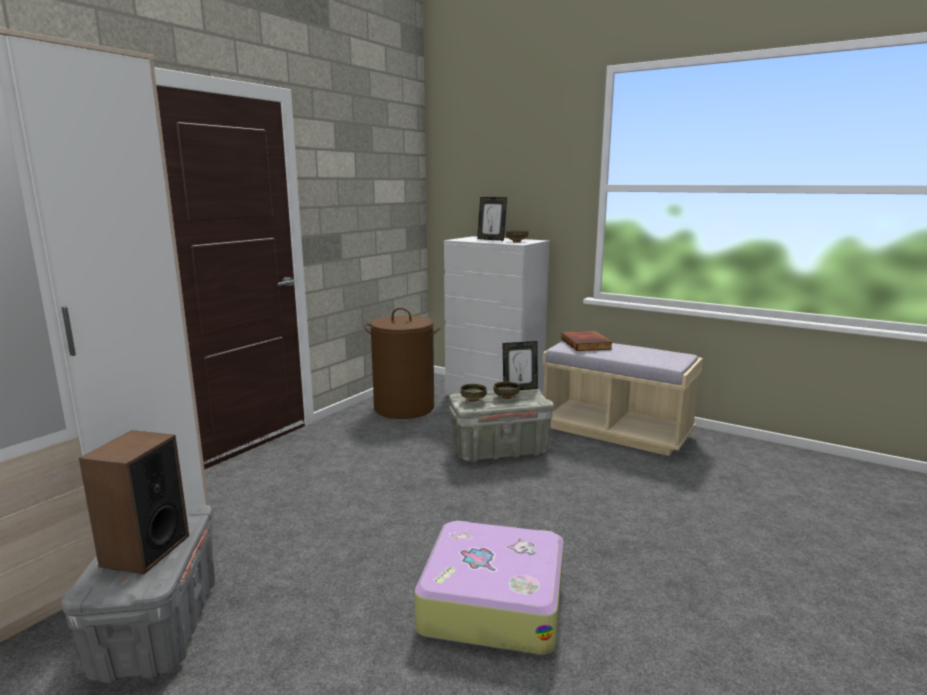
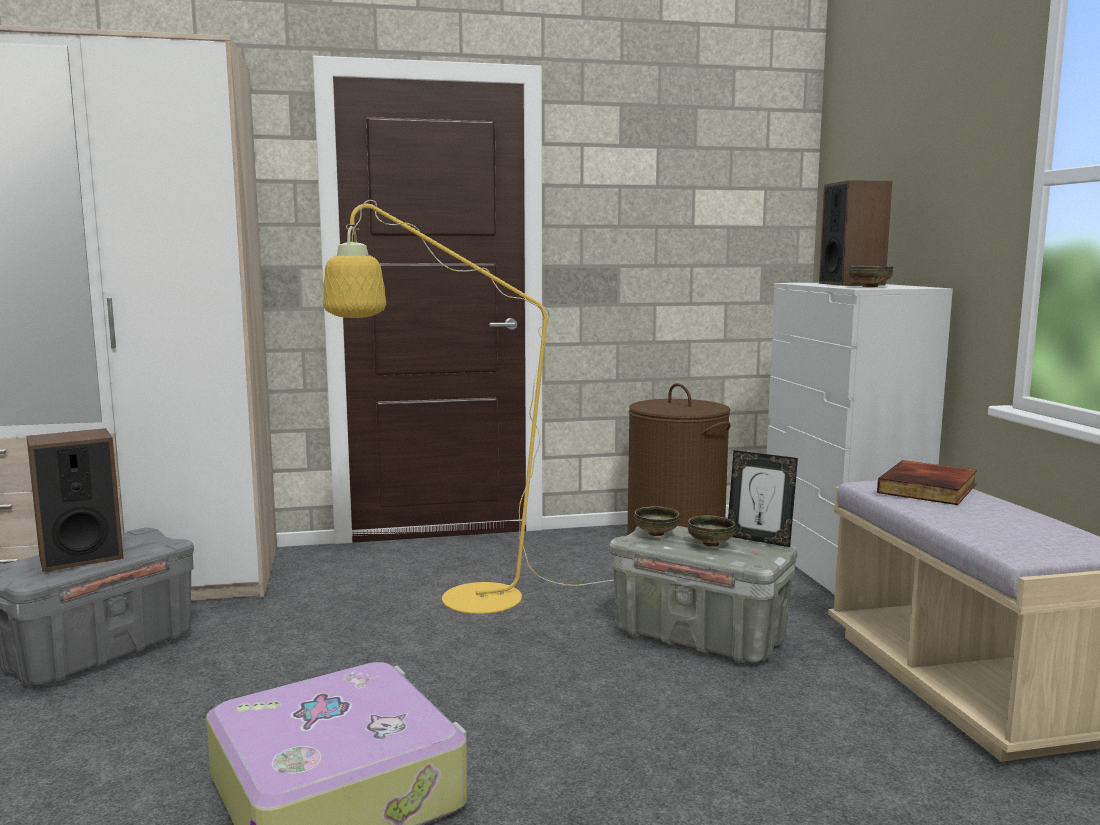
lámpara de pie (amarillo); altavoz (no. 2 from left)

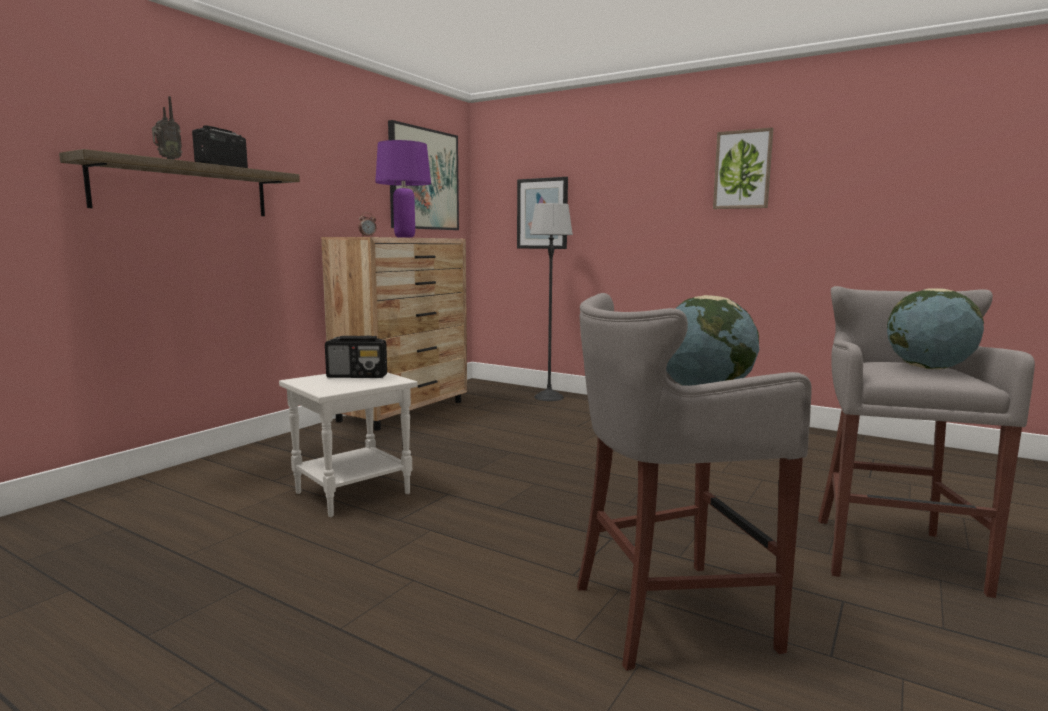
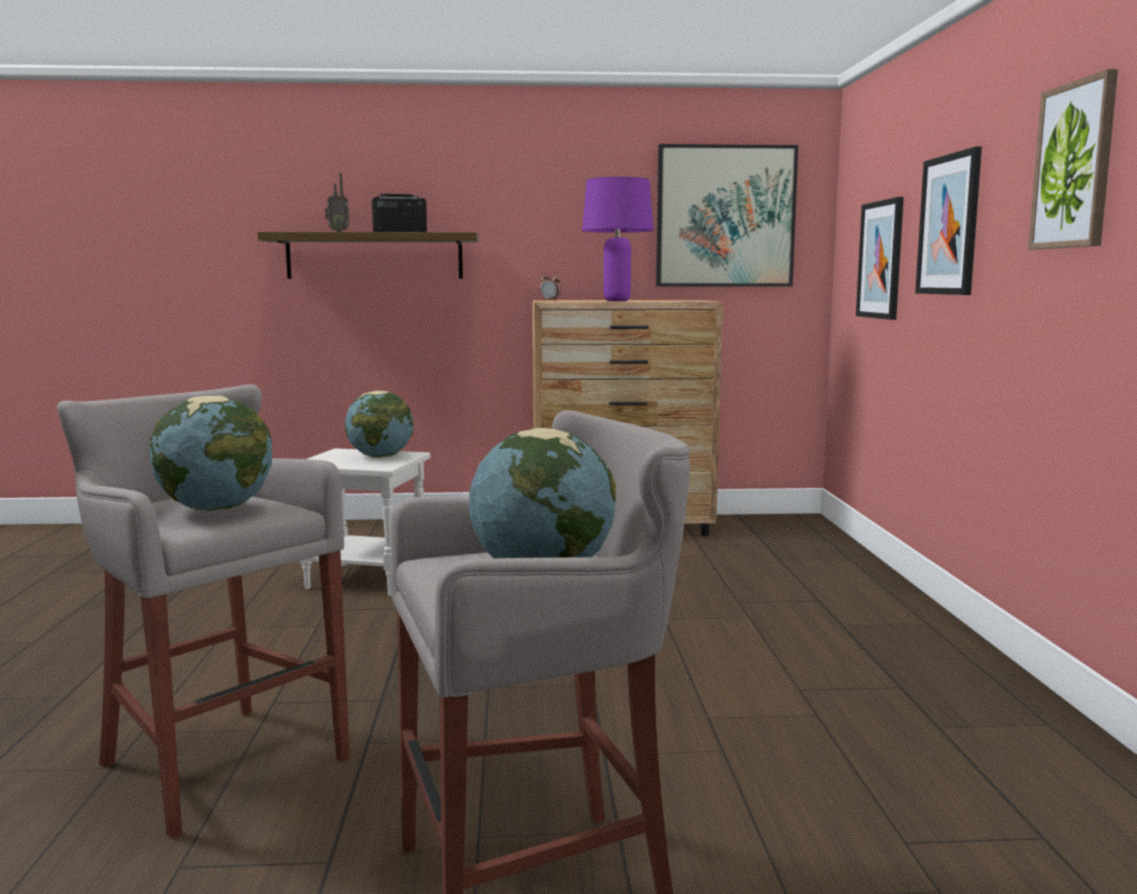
lámpara de pie; cuadro (no. 3 from left); globo terráqueo (no. 2 from left)

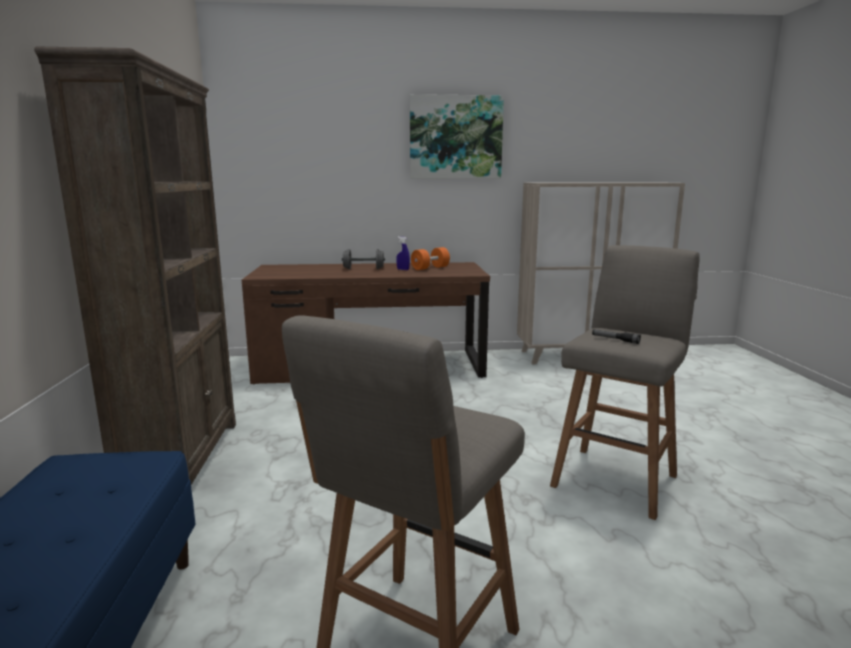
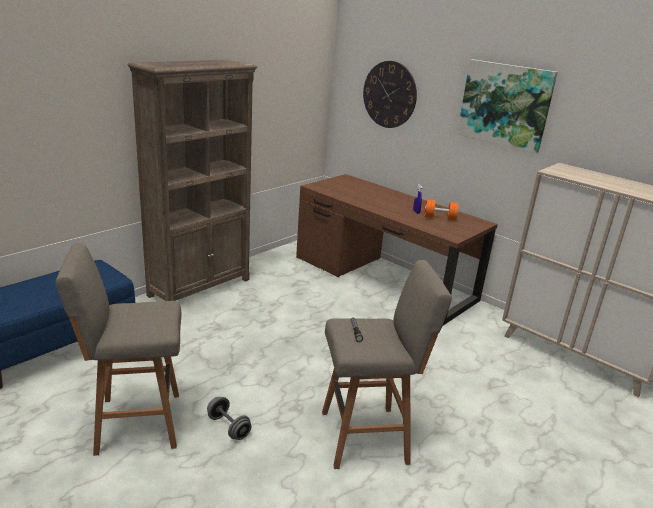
reloj de pared; mancuerna (gris)

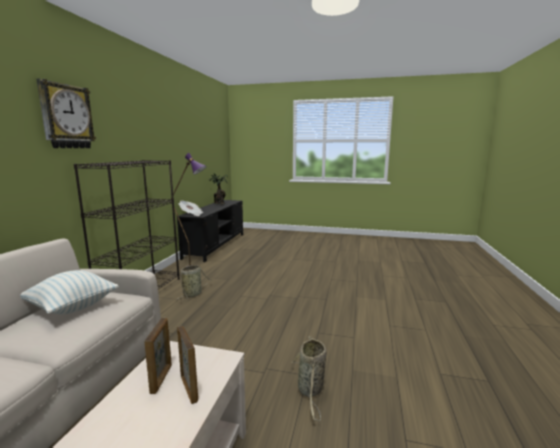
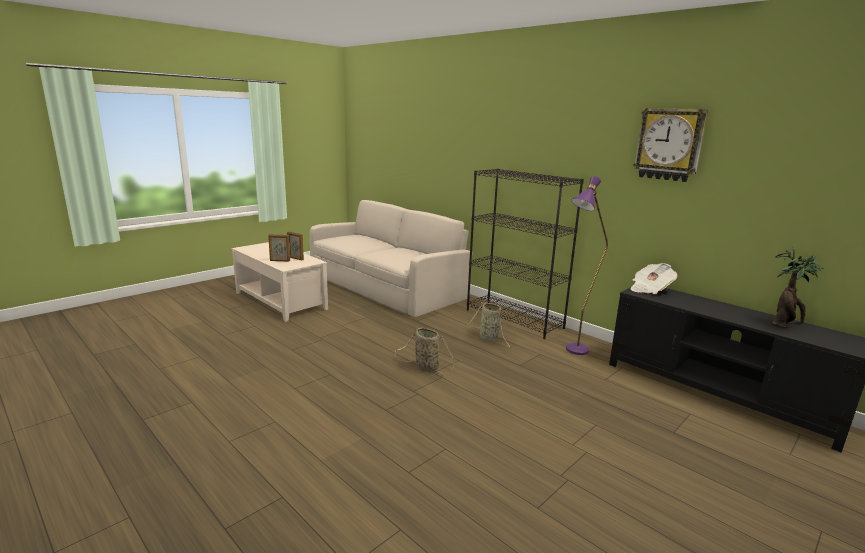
cojín; reloj de pared; cesta (no. 1 from left)

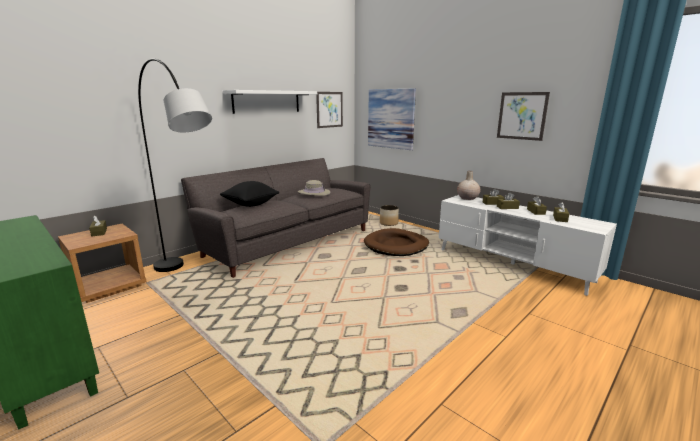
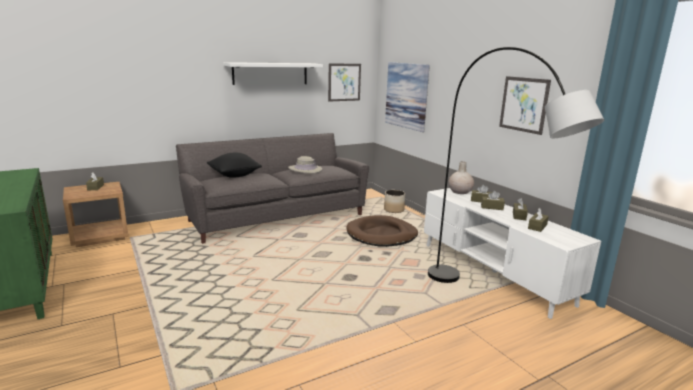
lámpara de pie (gris)

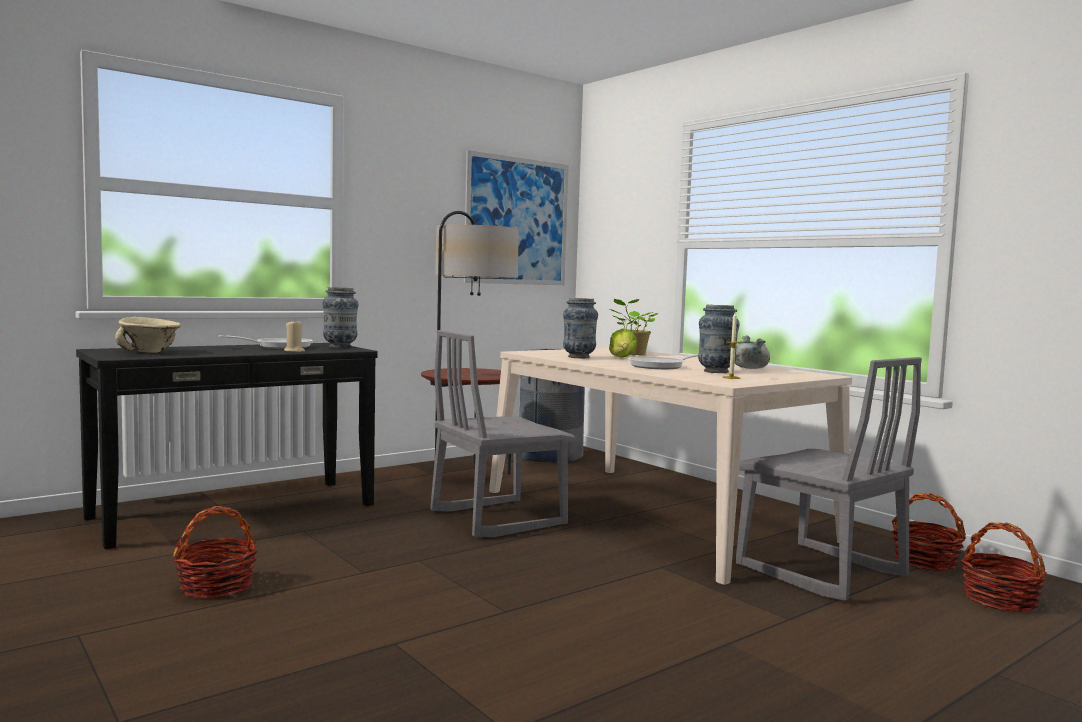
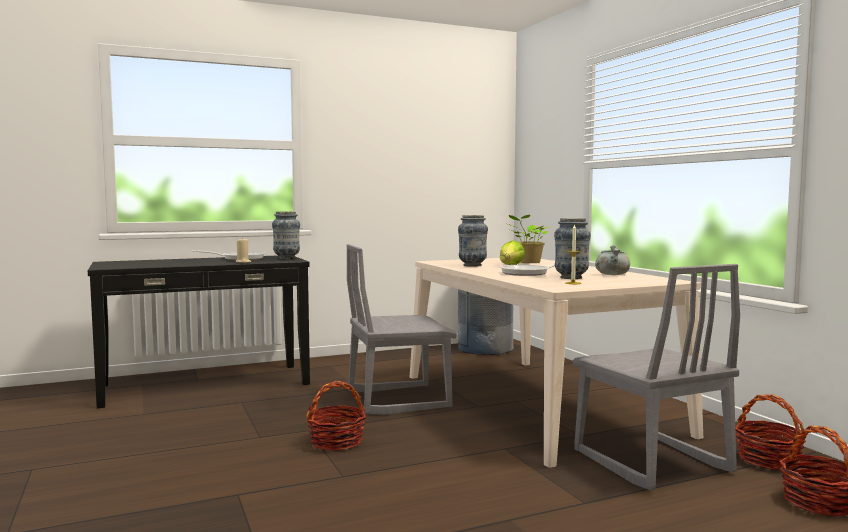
cuenco (beis); lámpara de pie; cuadro; cesta (no. 1 from left)

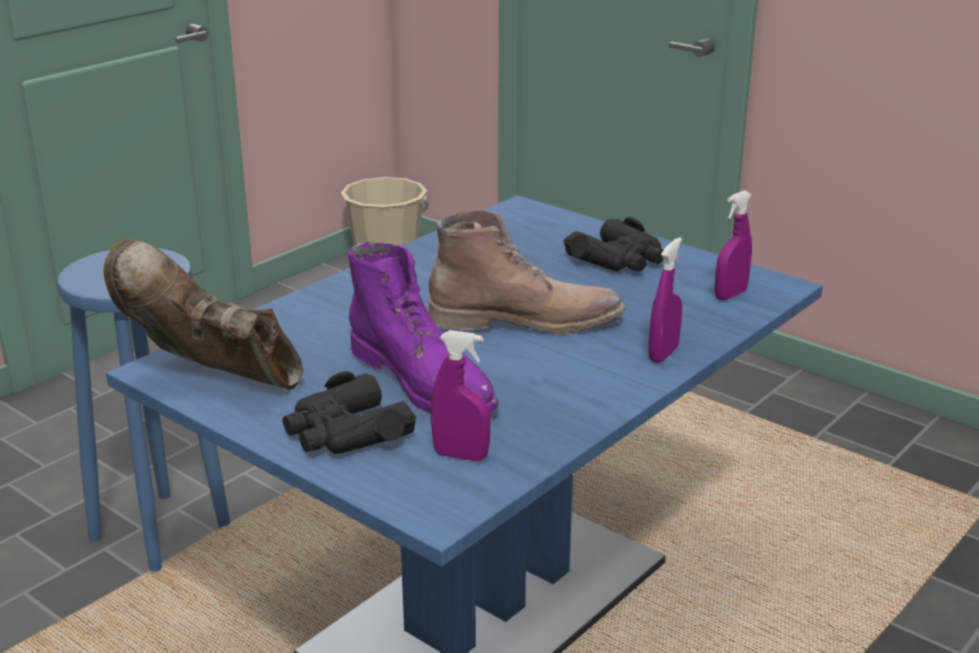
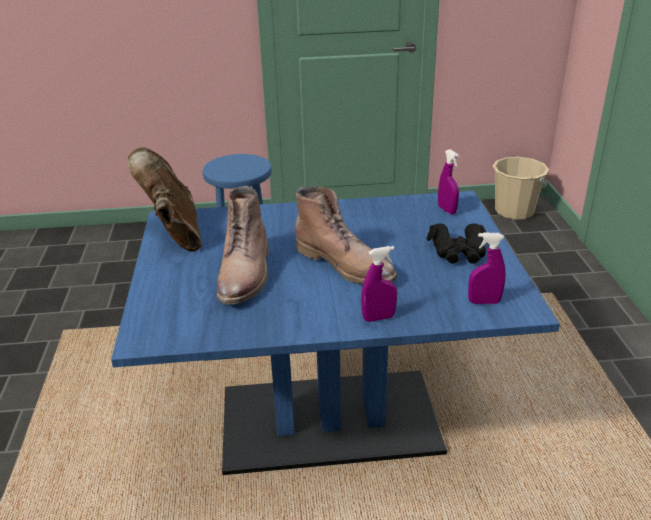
prismáticos (negro) (no. 1 from left in the first image); pulverizador (morado) (no. 2 from left); bota (marrón) (no. 2 from left)

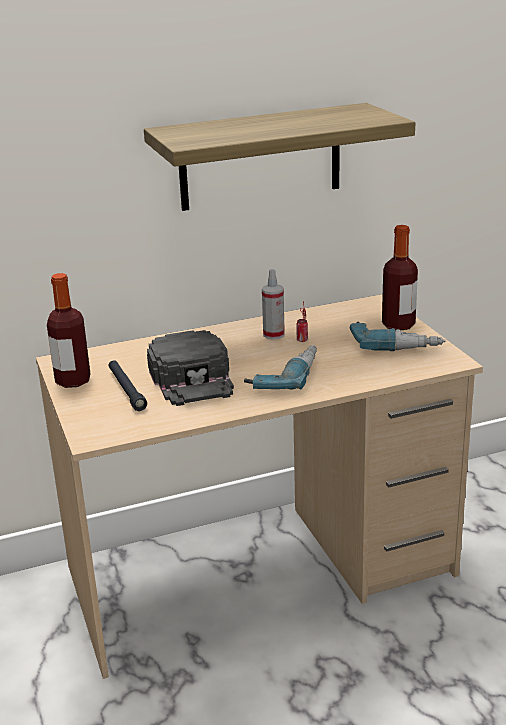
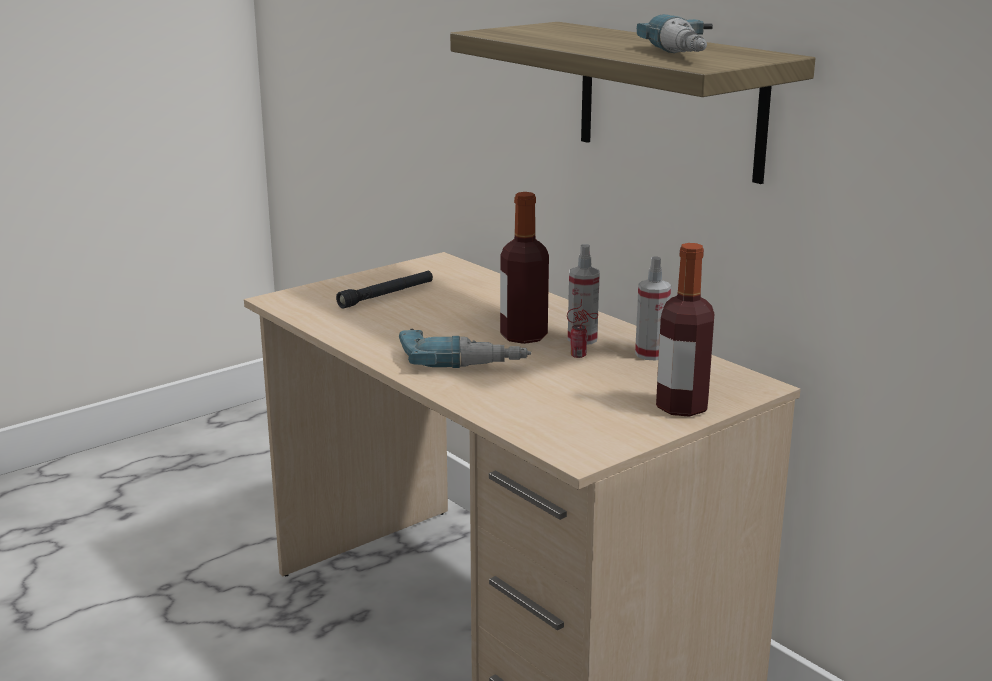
gorra (negro); pulverizador (no. 2 from left); botella (no. 1 from left); taladro (no. 2 from left)

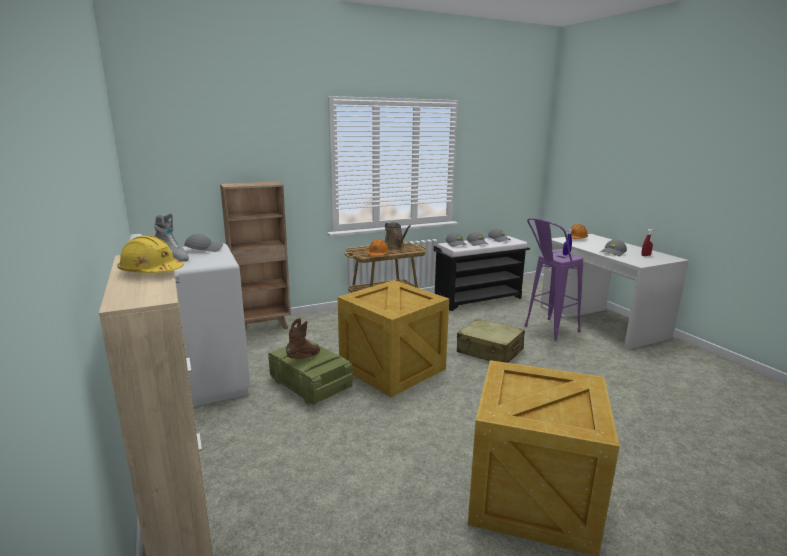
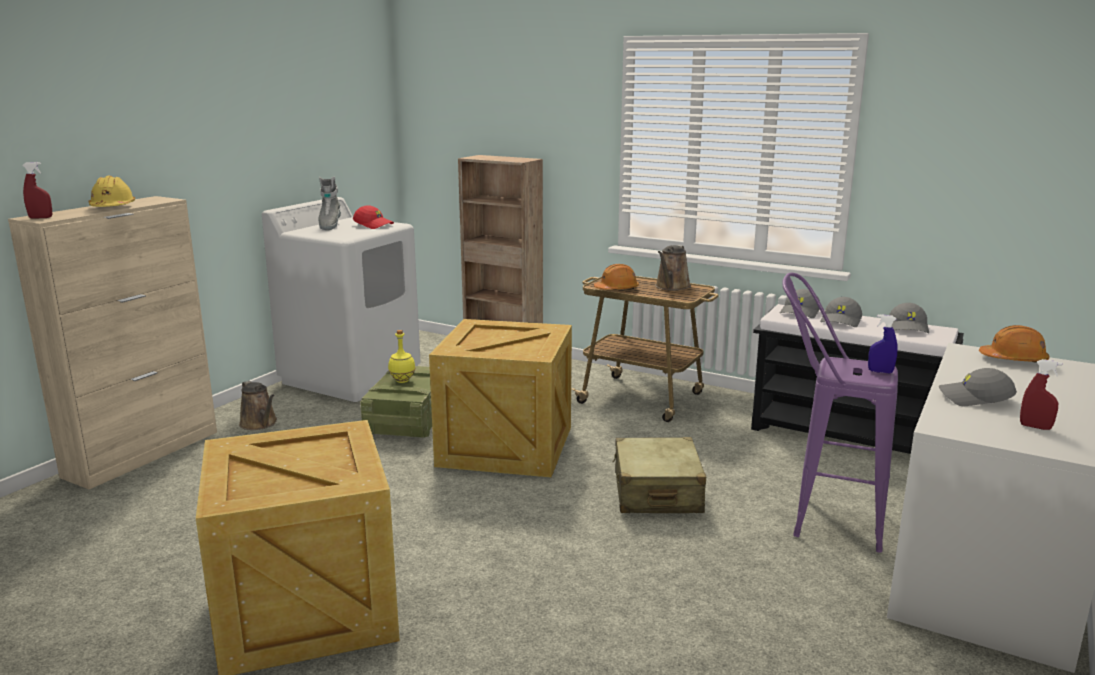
pulverizador (rojo) (no. 1 from left); regadera (marrón) (no. 1 from left); botella (amarillo); gorra (rojo)

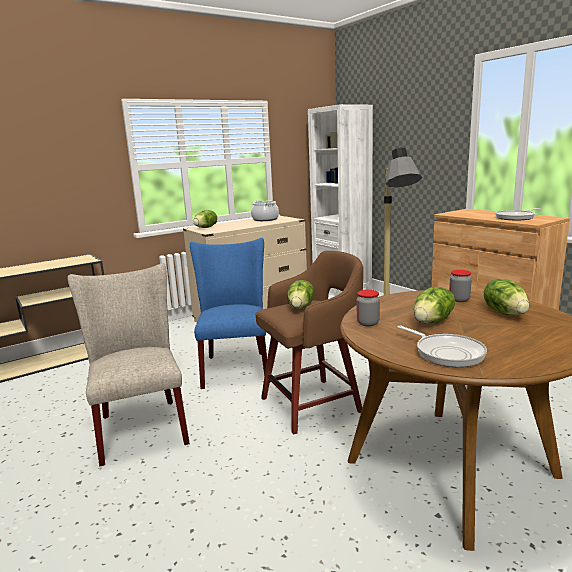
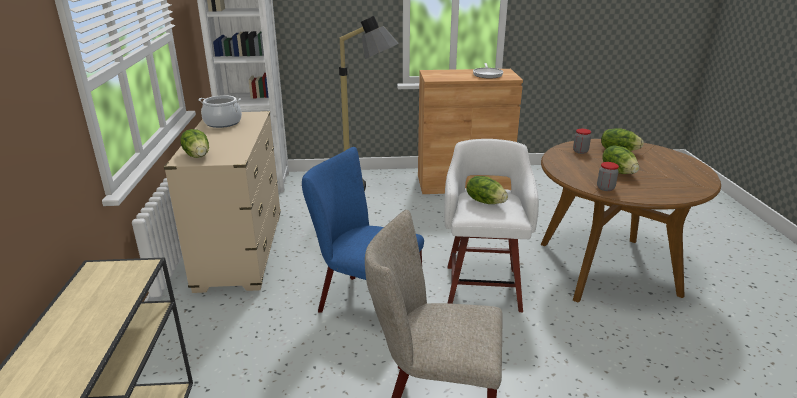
sartén (no. 1 from left in the first image); taburete (blanco)

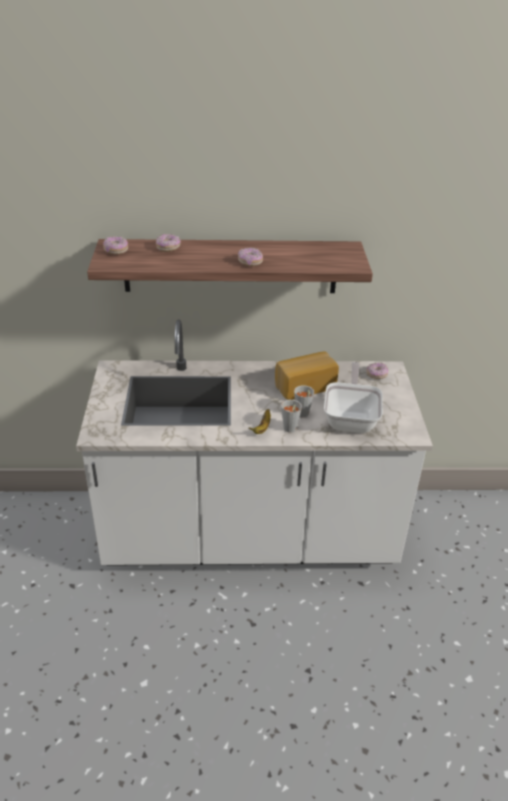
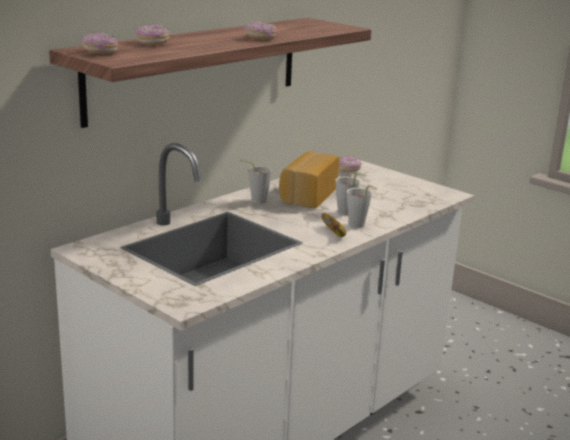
sartén; taza (gris) (no. 1 from left)

